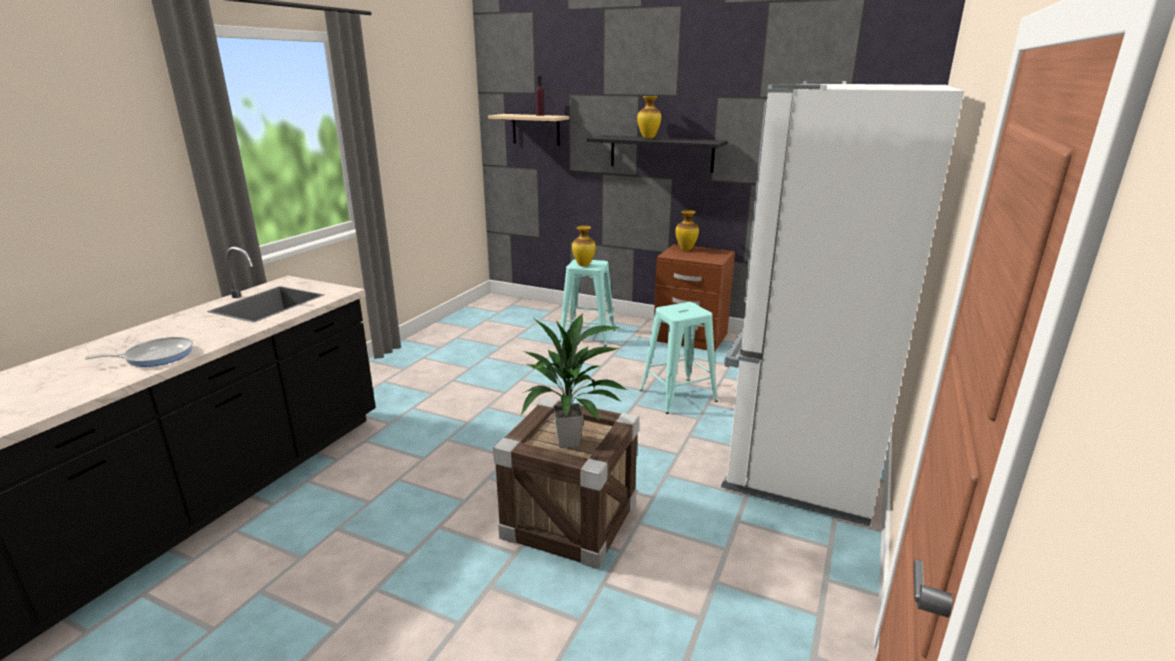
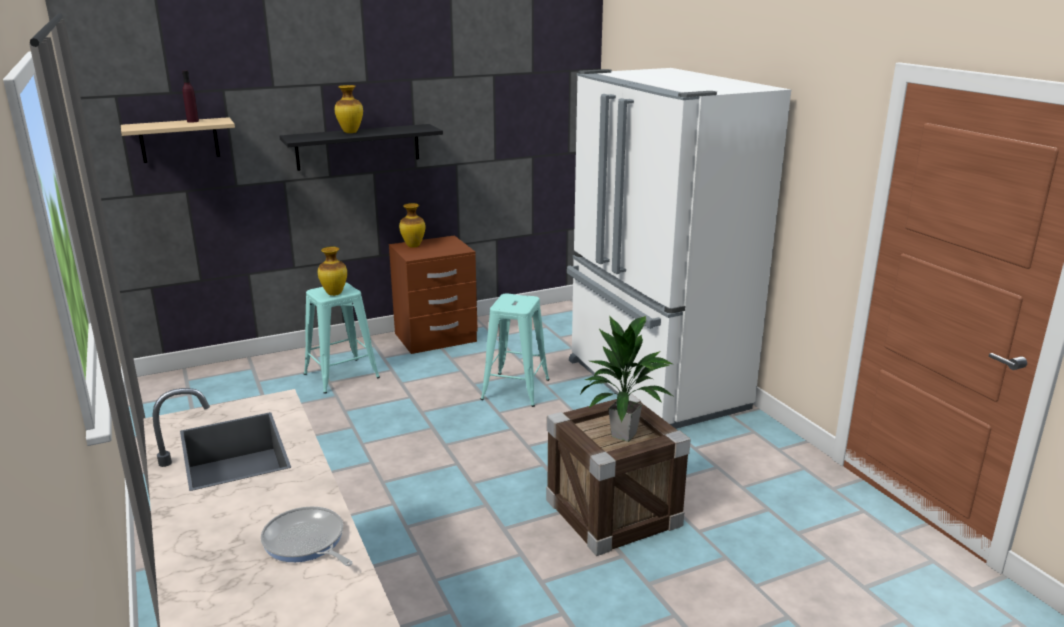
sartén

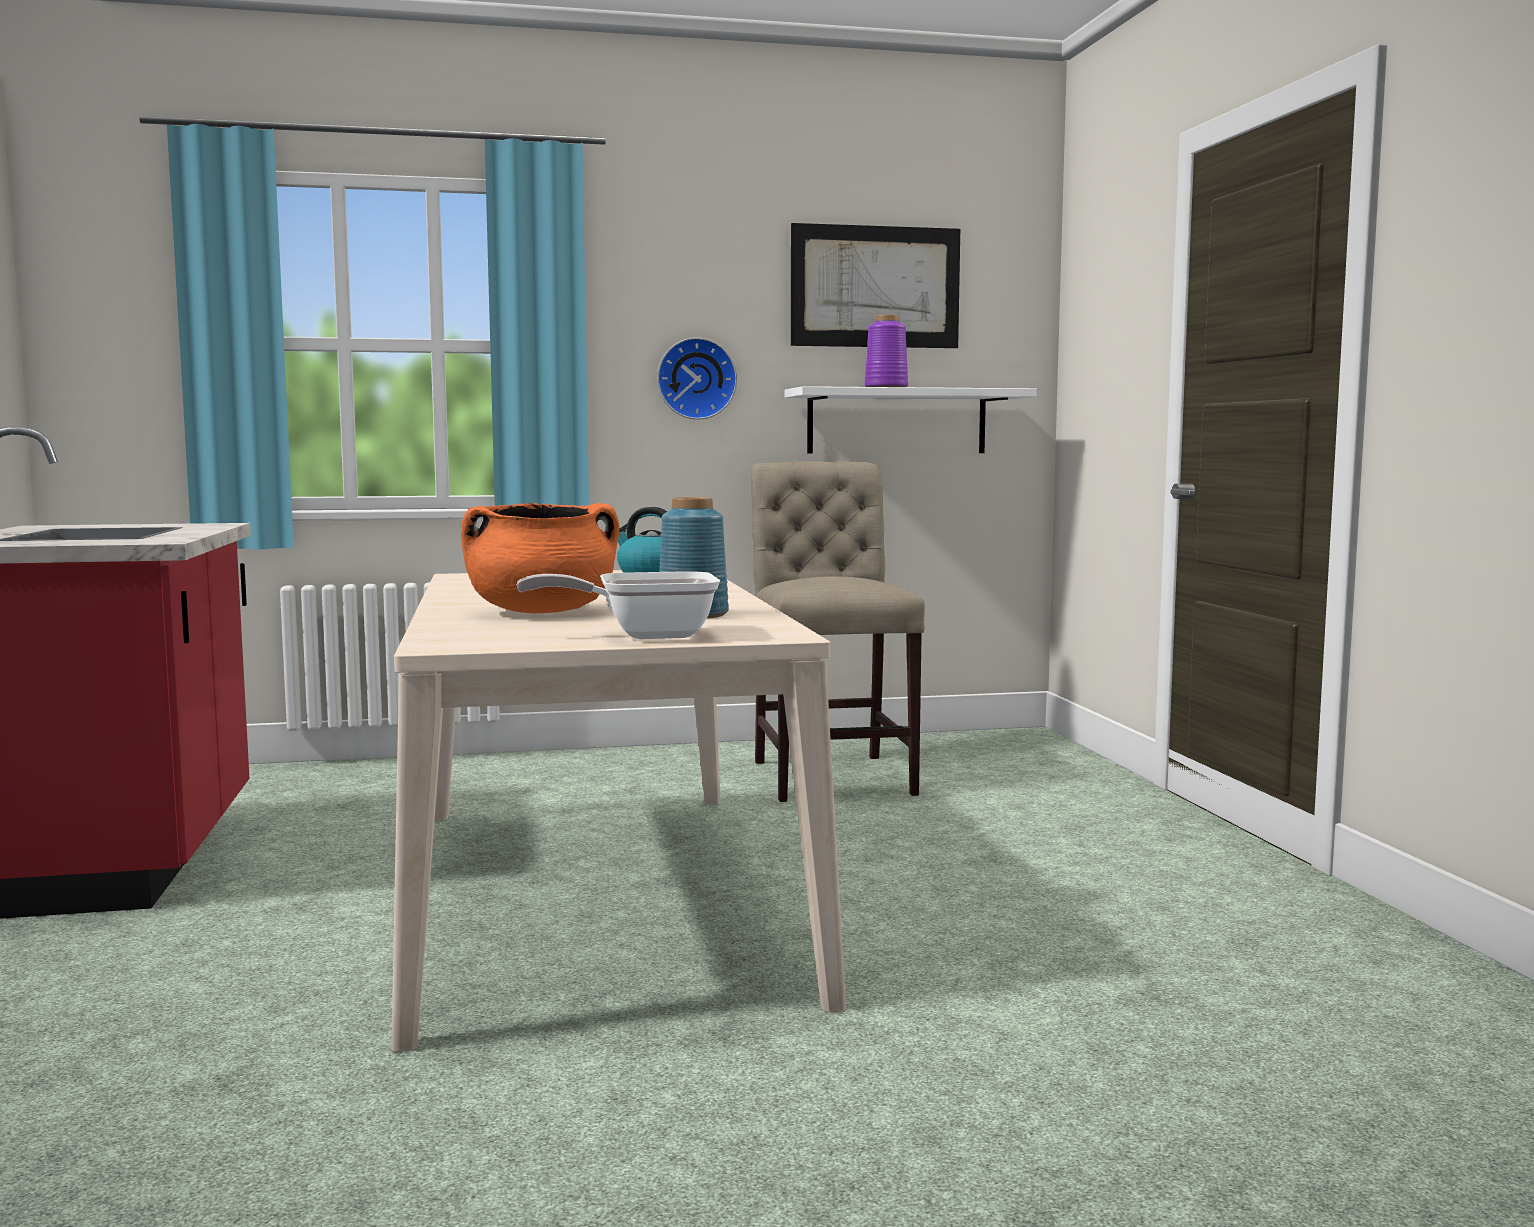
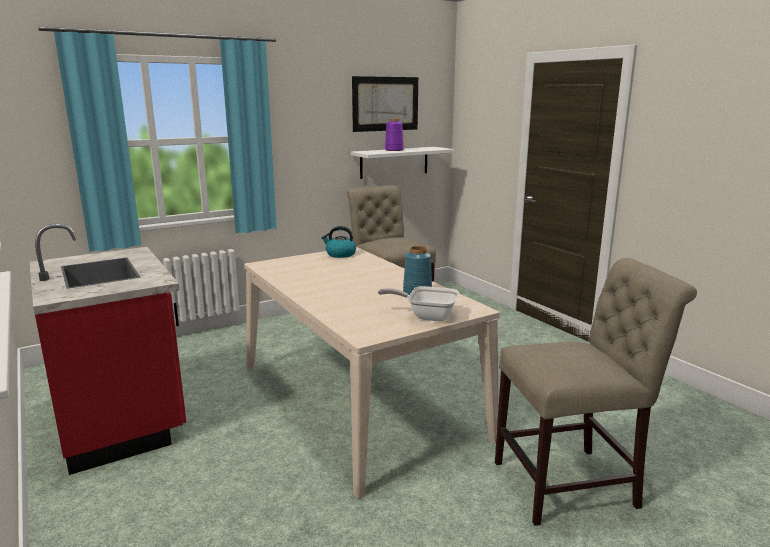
olla (naranja); reloj de pared; silla (beis) (no. 2 from left); sartén

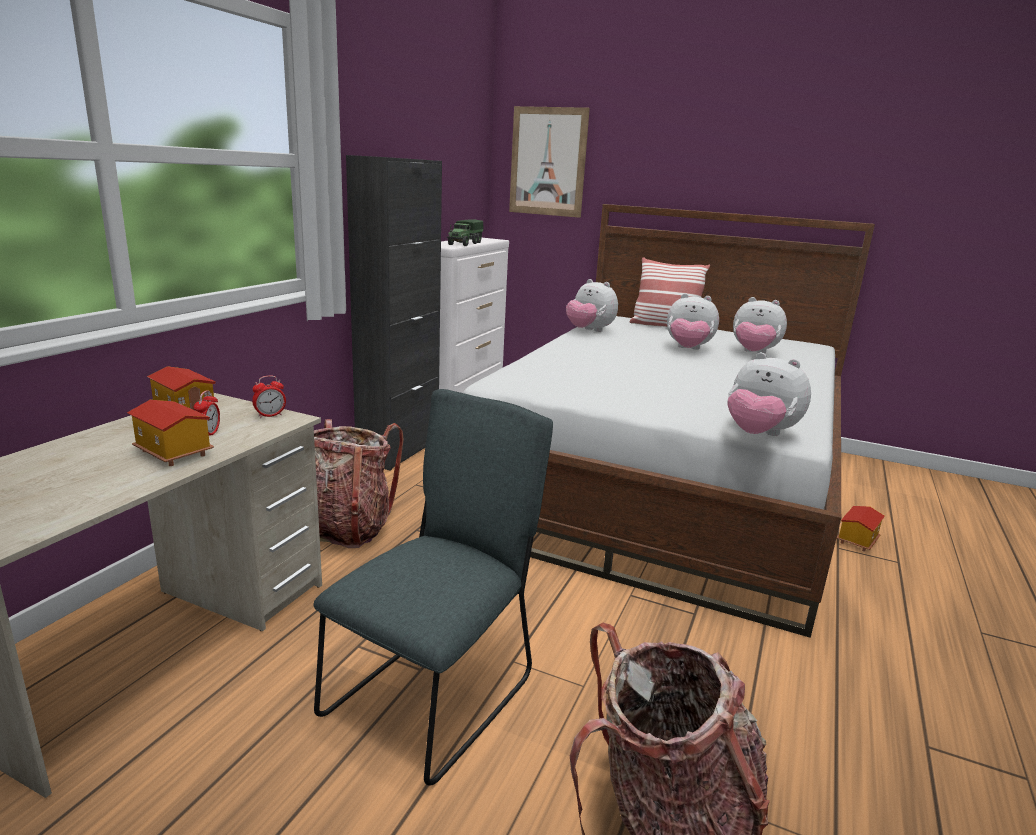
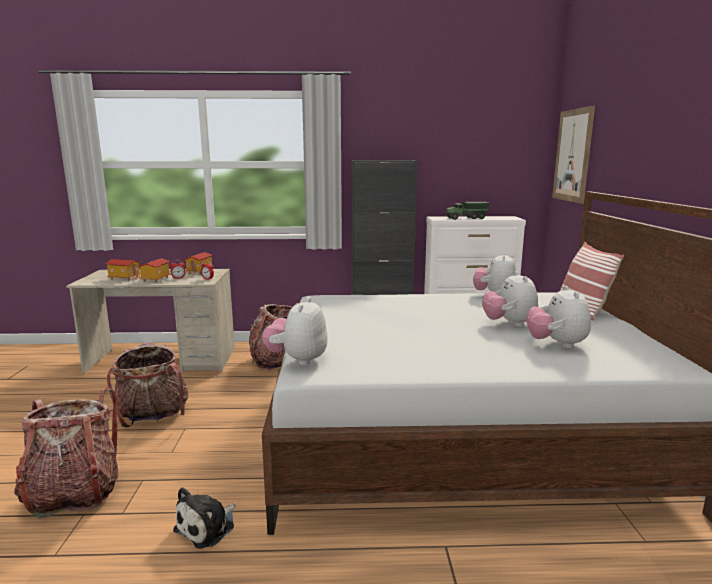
peluche (no. 1 from left); casita (no. 1 from left); mochila (no. 2 from left)

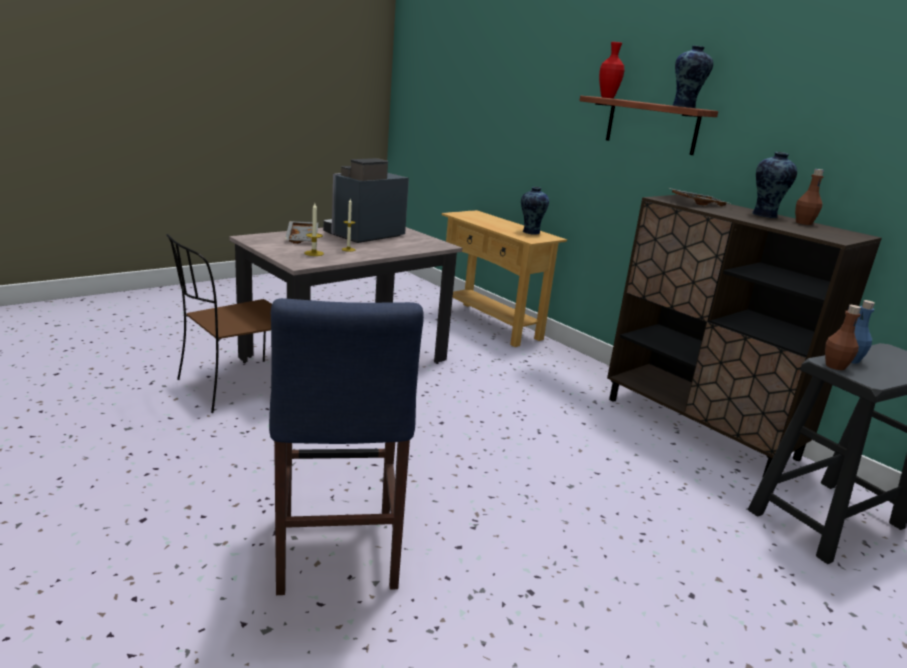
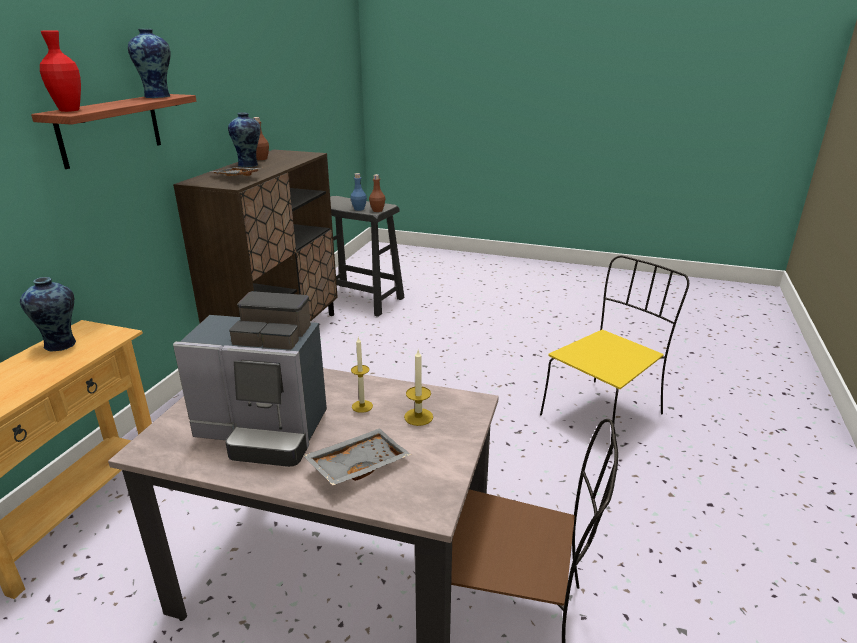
silla (amarillo)

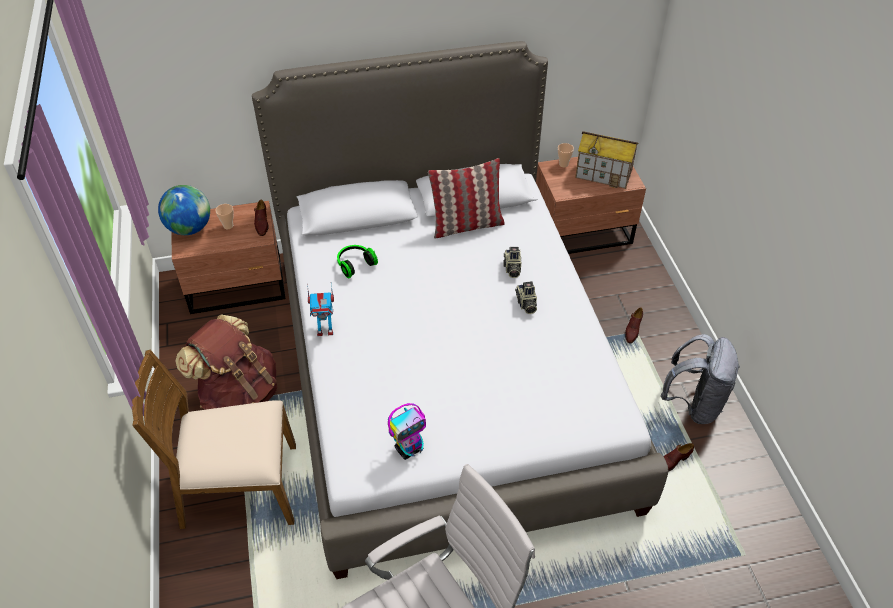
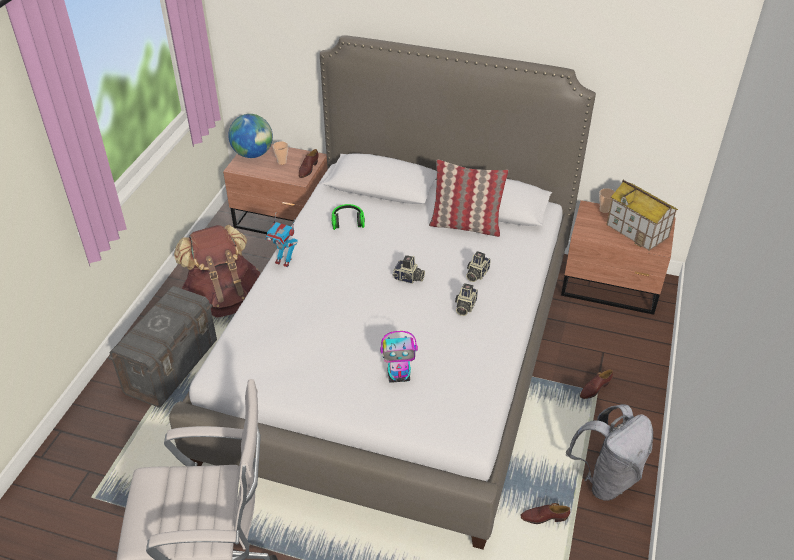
cámara (no. 1 from left); robot de juguete (no. 2 from left); caja de almacenaje (gris)

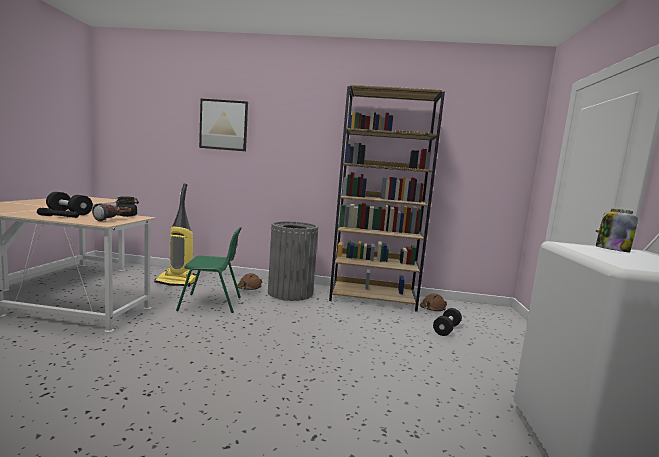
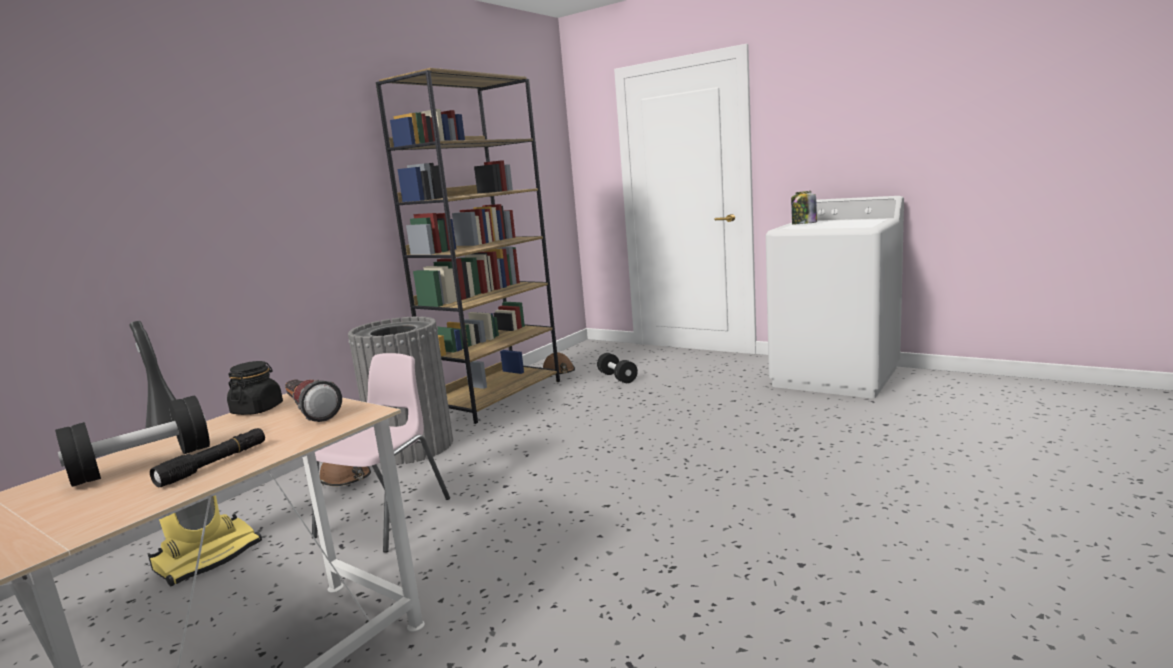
cuadro; silla (rosa)

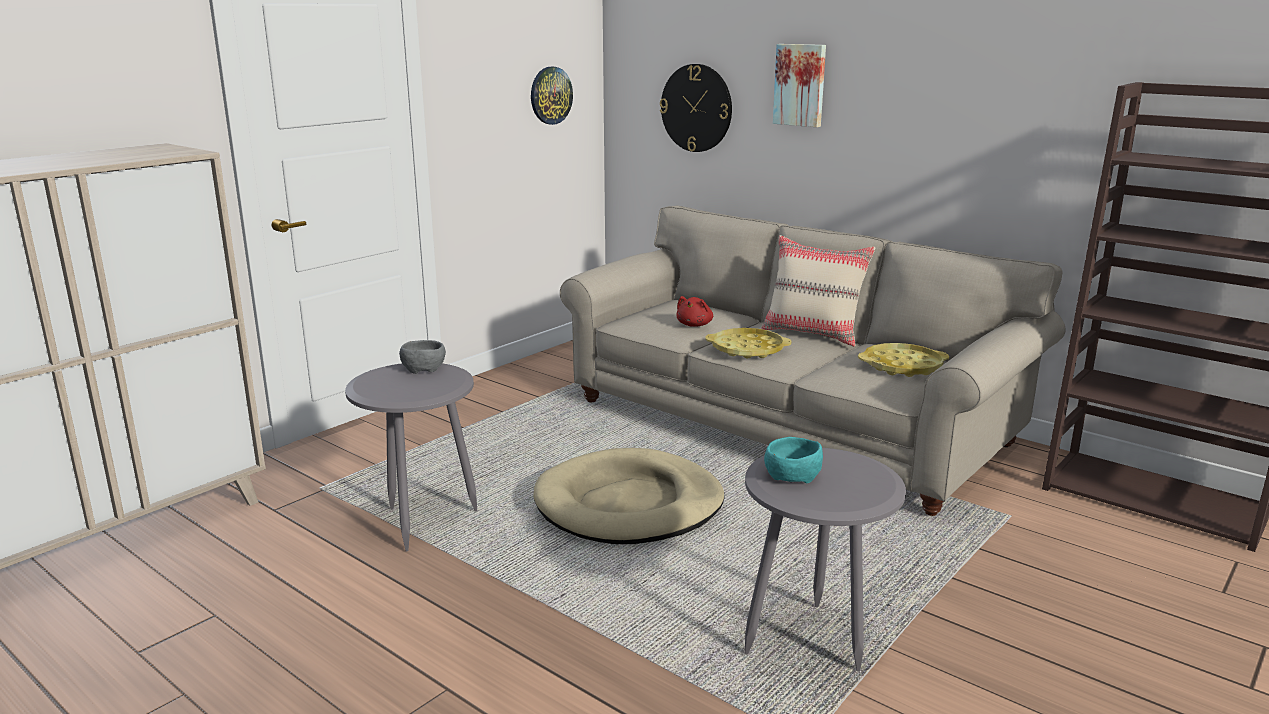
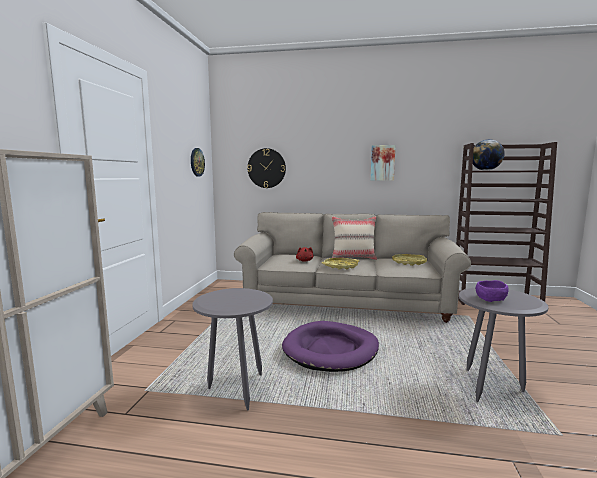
cuenco (gris); globo terráqueo; cuadro; cama para perro (morado); cuenco (morado)

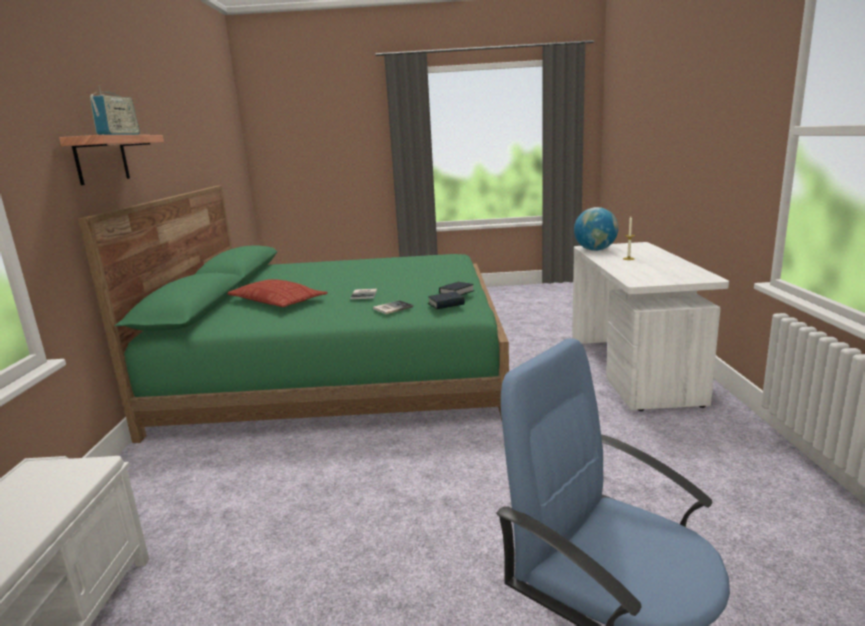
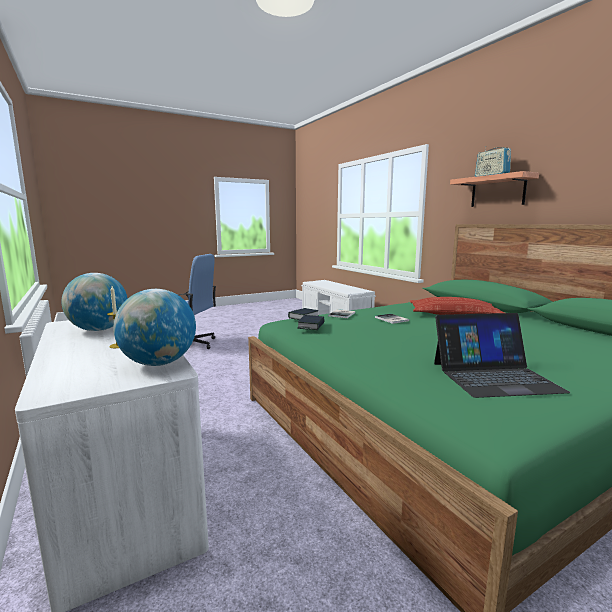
globo terráqueo (no. 1 from left); portátil

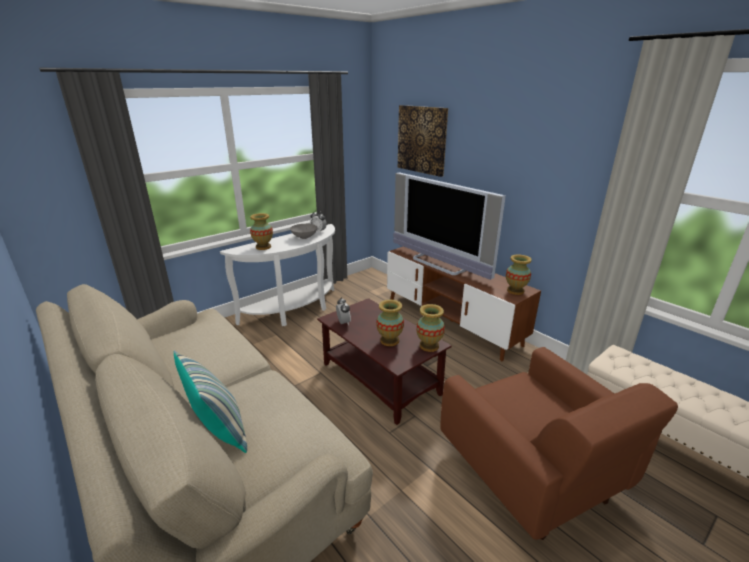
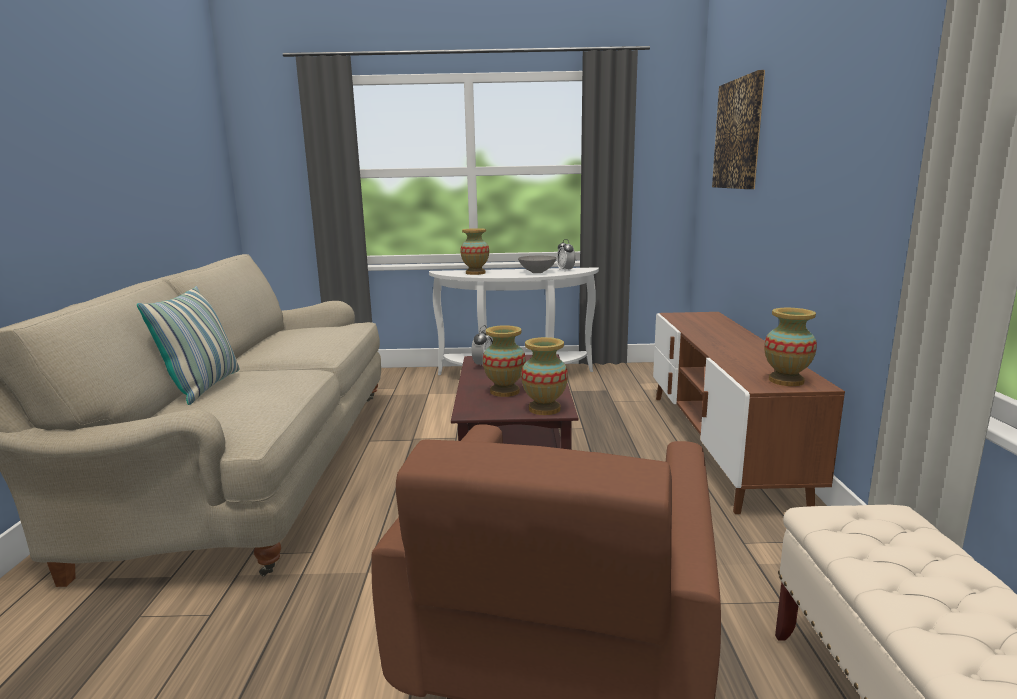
televisor

